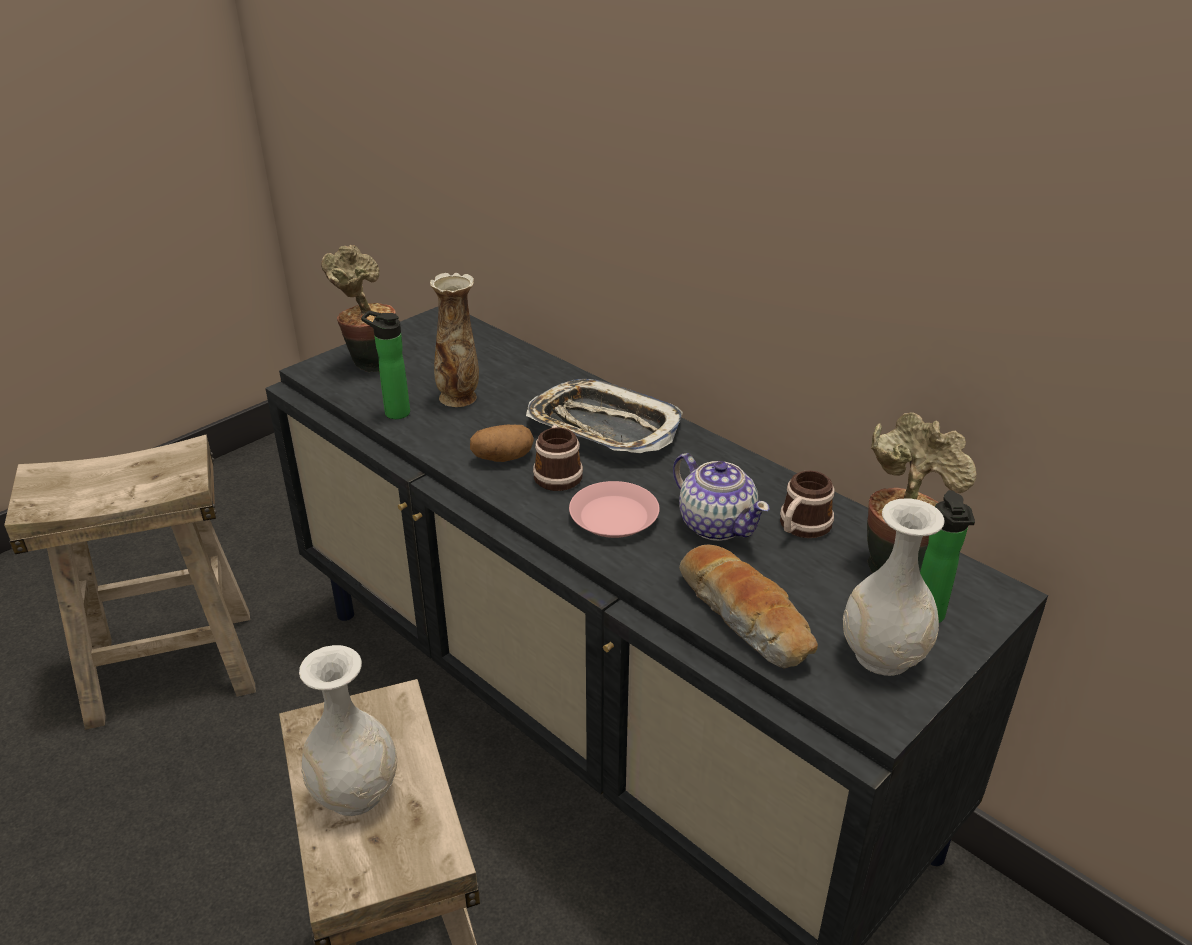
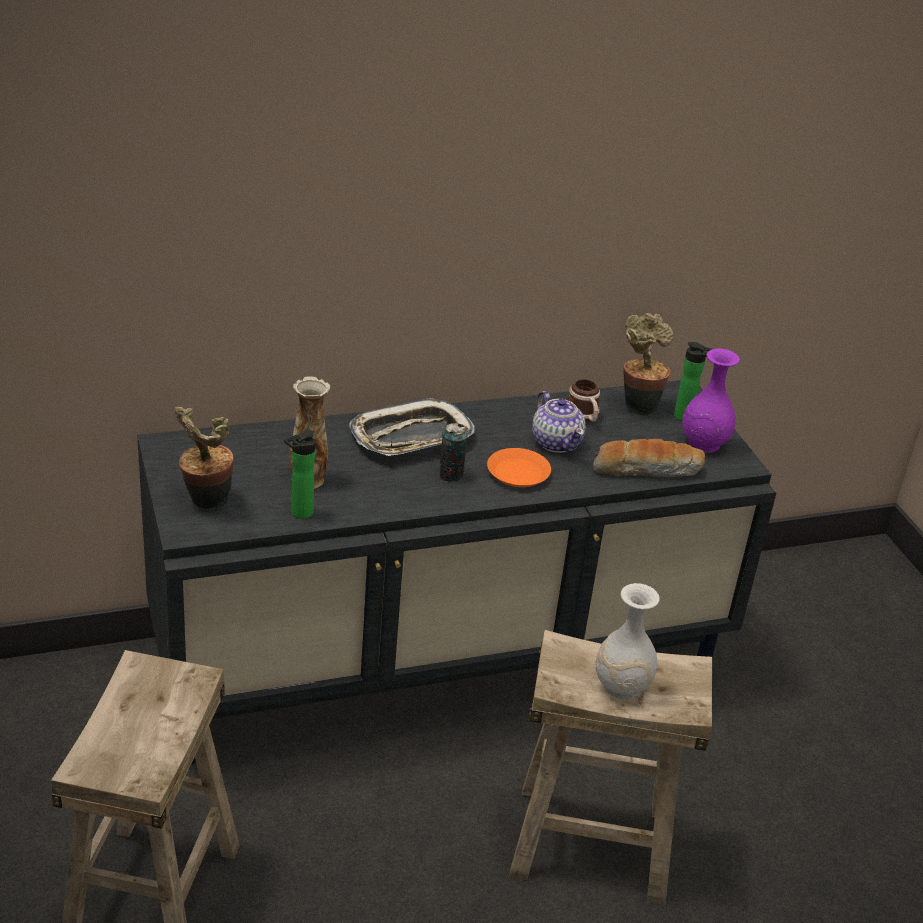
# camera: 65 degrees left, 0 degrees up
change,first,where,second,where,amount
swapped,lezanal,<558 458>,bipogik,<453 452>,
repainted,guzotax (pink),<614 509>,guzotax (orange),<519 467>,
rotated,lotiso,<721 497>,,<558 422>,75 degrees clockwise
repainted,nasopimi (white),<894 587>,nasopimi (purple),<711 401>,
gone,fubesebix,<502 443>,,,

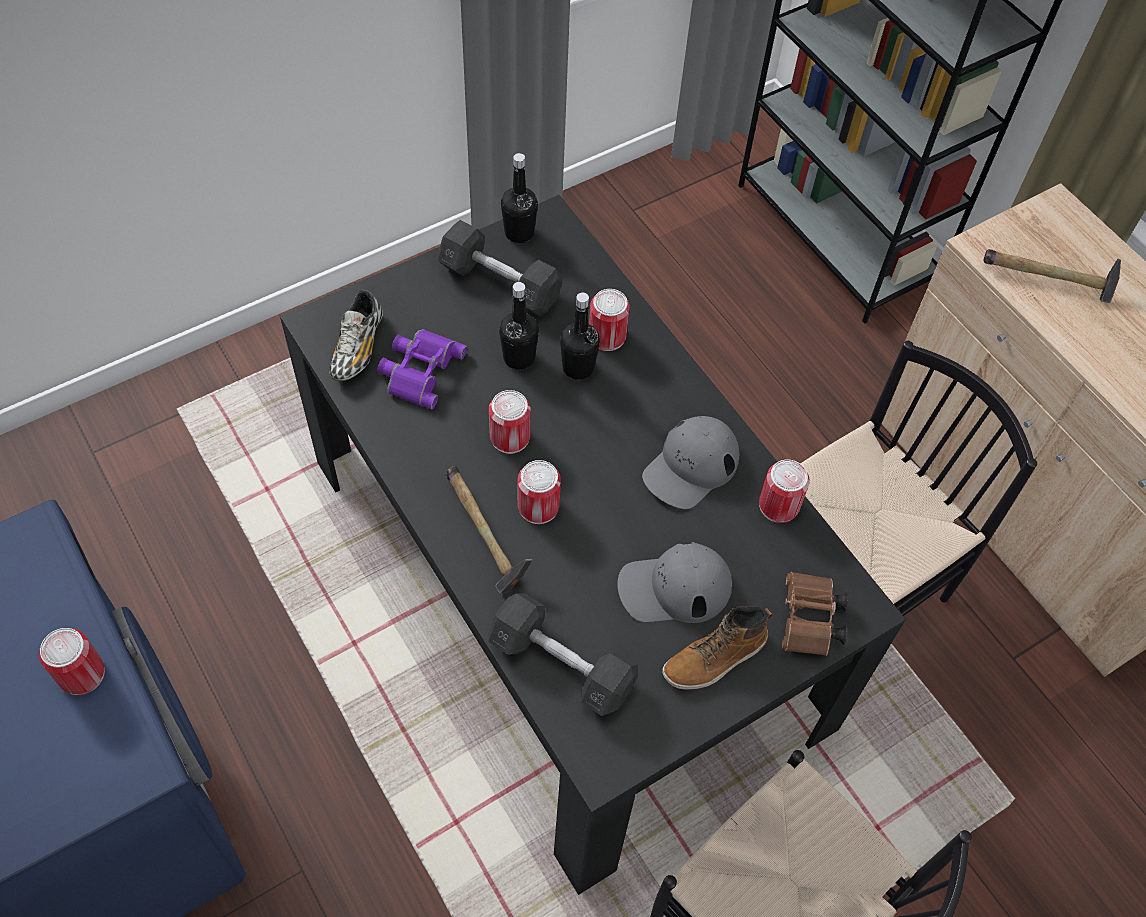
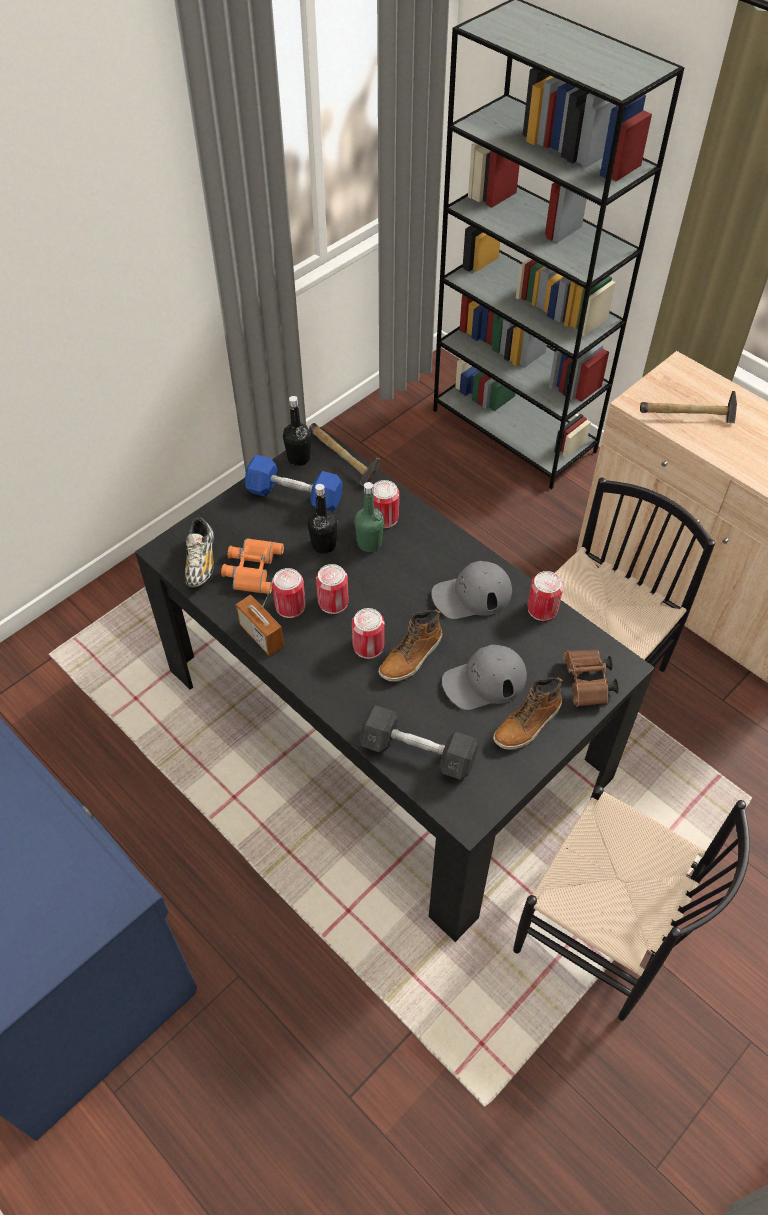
# camera: 10 degrees left, 5 degrees down
change,first,where,second,where,amount
repainted,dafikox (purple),<422 369>,dafikox (orange),<252 566>,
new,,,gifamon,<260 623>,
repainted,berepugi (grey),<500 268>,berepugi (blue),<294 483>,
shifted,bipogik,<72 661>,,<289 593>,
shifted,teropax,<489 530>,,<345 455>,
repainted,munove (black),<580 336>,munove (green),<369 517>,
new,,,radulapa,<411 646>,
rotated,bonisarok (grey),<690 462>,,<472 590>,45 degrees clockwise

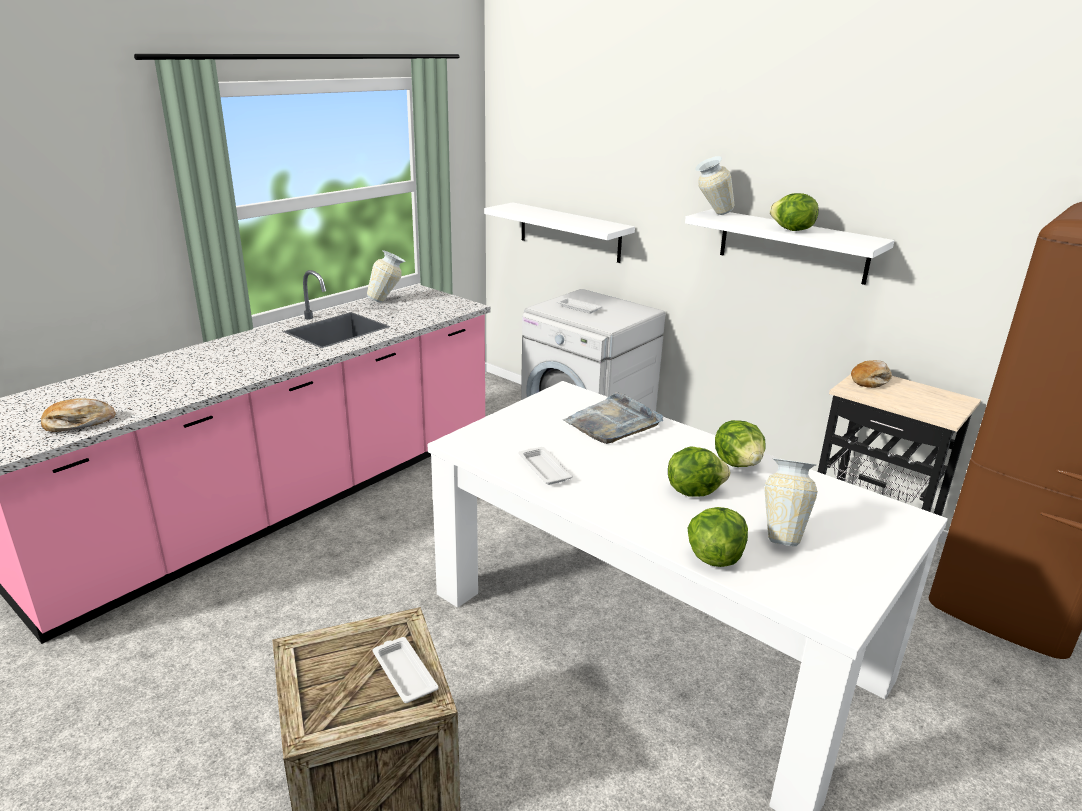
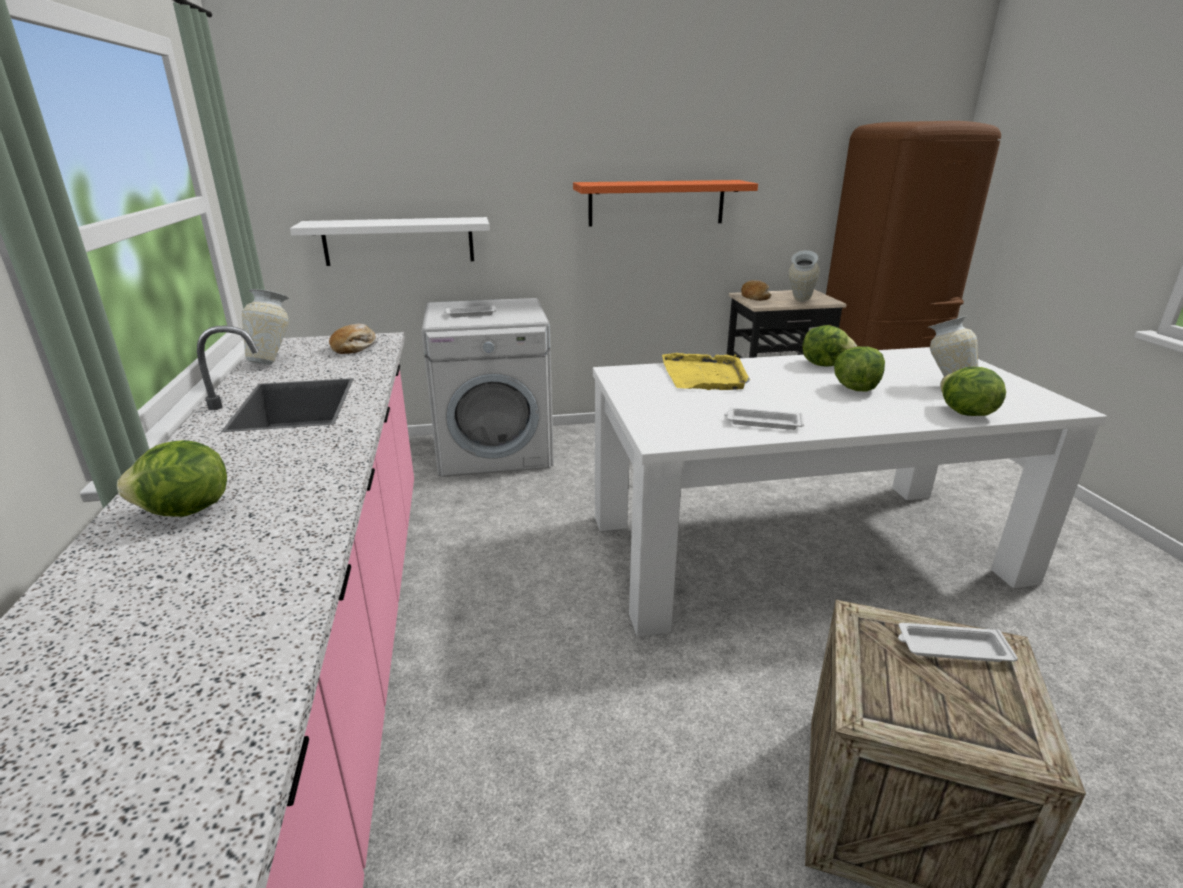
# camera: 50 degrees left, 0 degrees up
change,first,where,second,where,amount
shifted,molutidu,<794 212>,,<172 478>,
shifted,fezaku,<78 415>,,<352 339>,
repainted,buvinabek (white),<789 247>,buvinabek (orange),<665 203>,
repainted,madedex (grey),<613 418>,madedex (yellow),<706 371>,
shifted,nasopimi,<715 185>,,<804 276>,

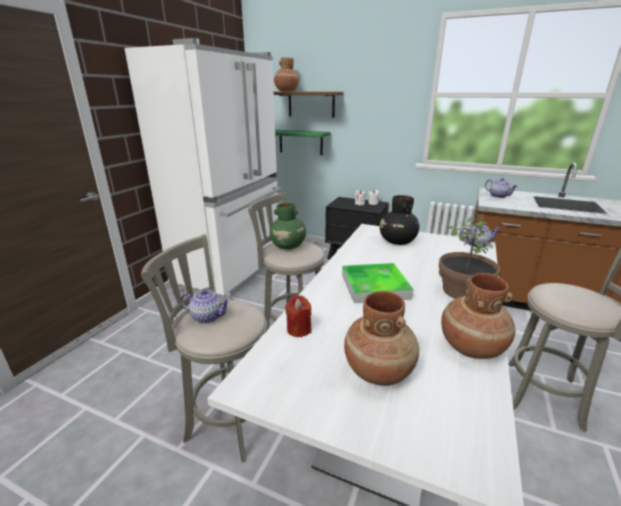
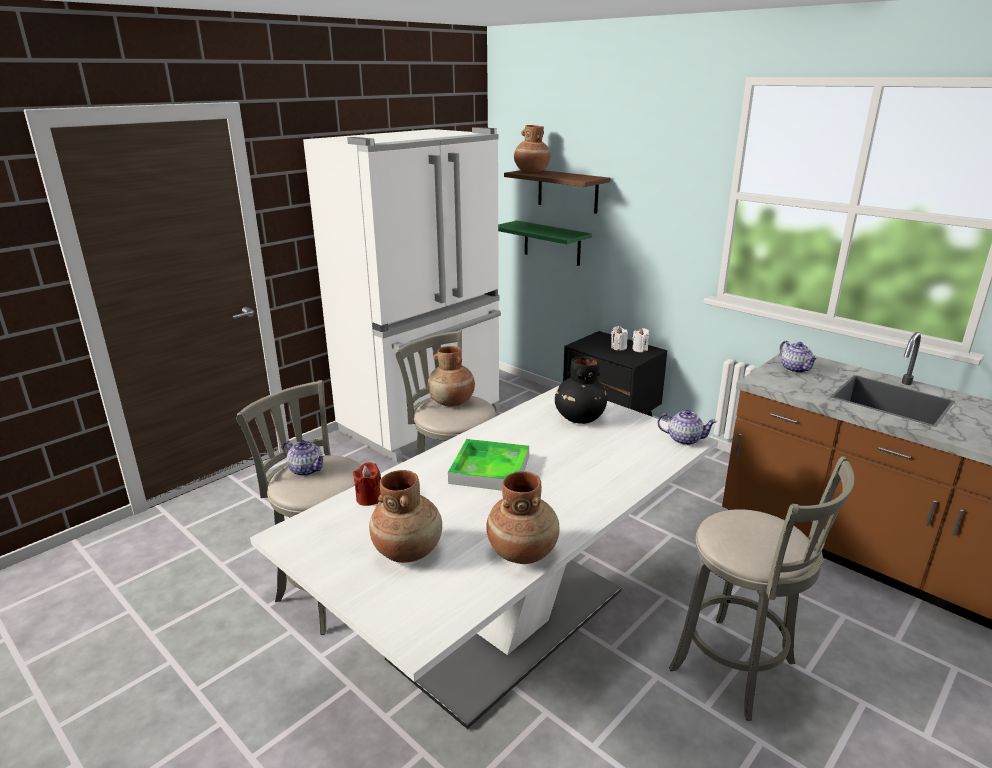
# camera: 20 degrees right, 0 degrees up
change,first,where,second,where,amount
repainted,nasopimi (green),<287 226>,nasopimi (brown),<451 376>,
gone,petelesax,<469 257>,,,

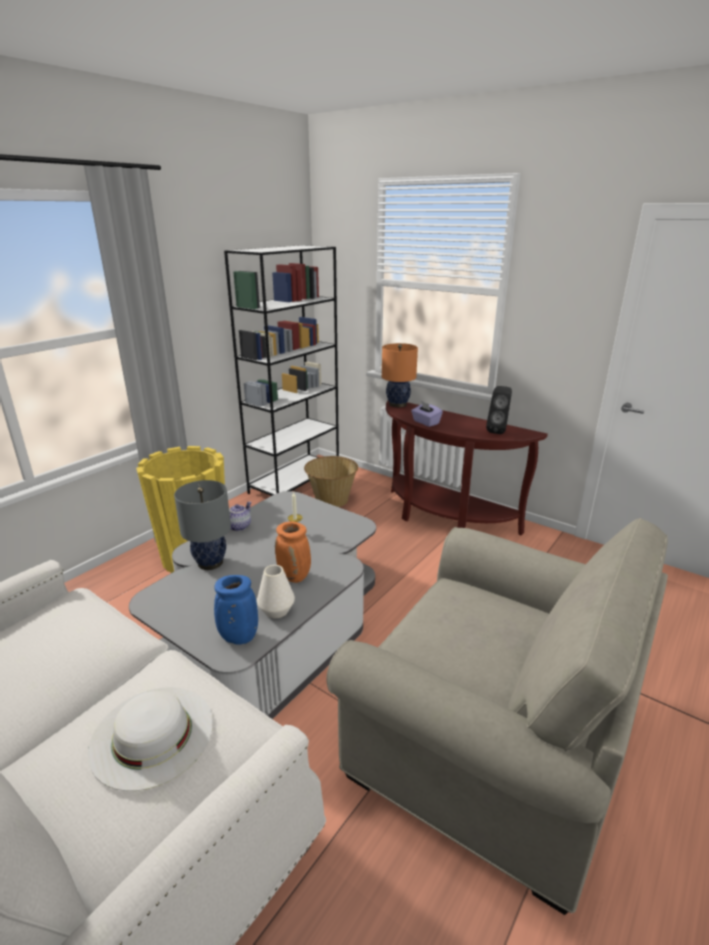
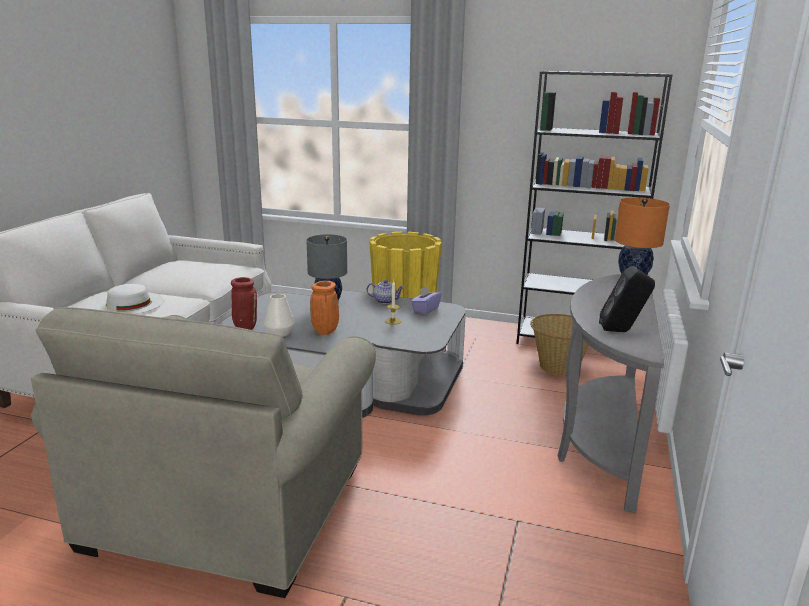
# camera: 70 degrees right, 5 degrees down
change,first,where,second,where,amount
repainted,nasopimi (blue),<236 610>,nasopimi (red),<244 303>,
shifted,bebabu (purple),<427 414>,,<426 300>,
repainted,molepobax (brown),<467 468>,molepobax (grey),<611 393>,

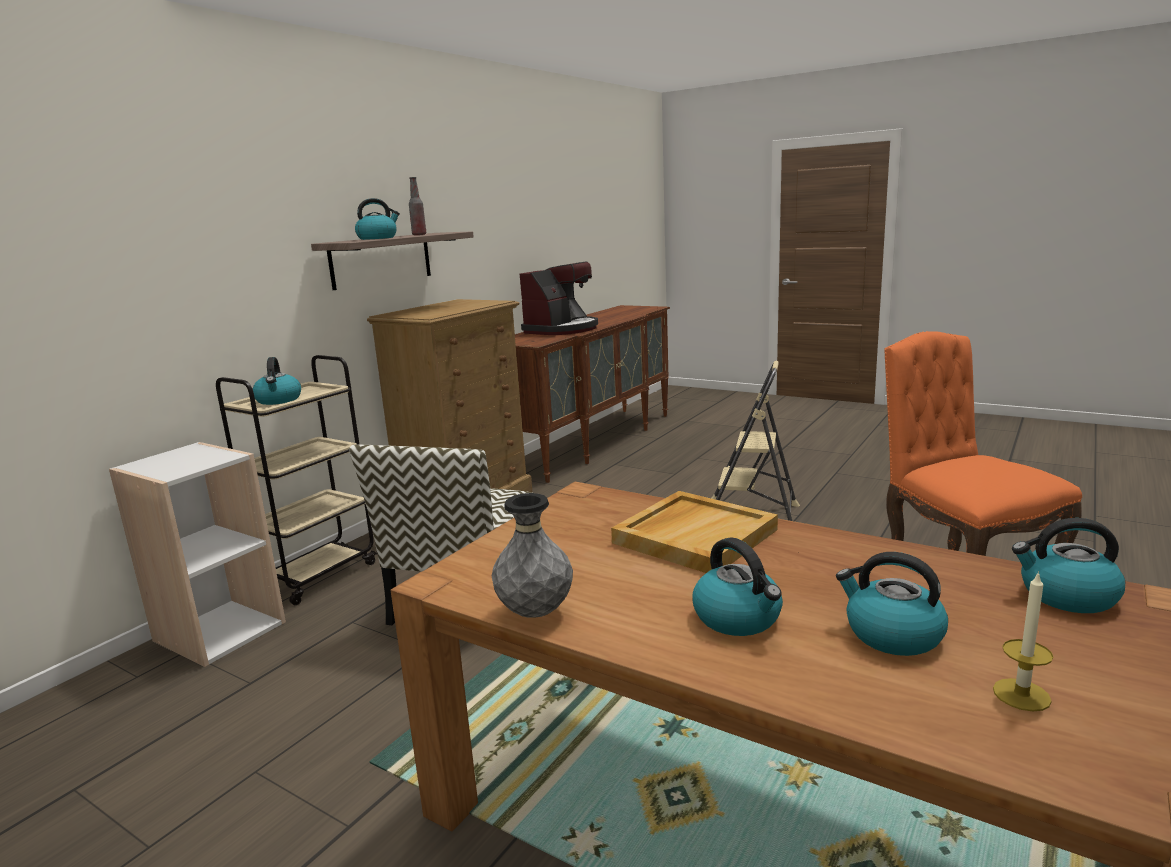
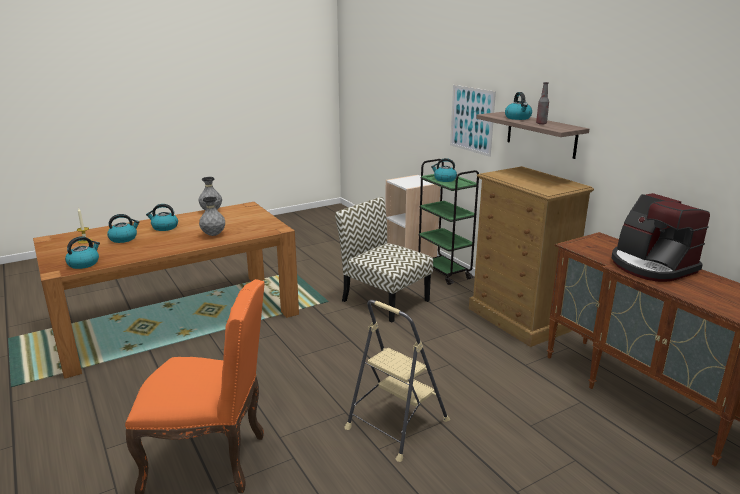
# camera: 115 degrees right, 5 degrees up
change,first,where,second,where,amount
swapped,madedex (beige),<694 532>,nasopimi (grey),<212 216>,
repainted,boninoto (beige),<297 480>,boninoto (green),<448 222>,
new,,,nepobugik,<473 121>,

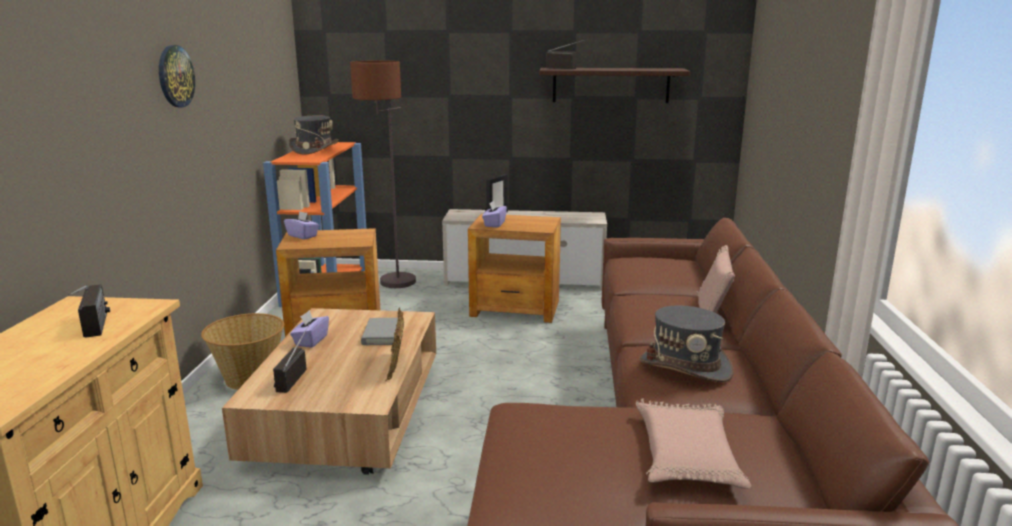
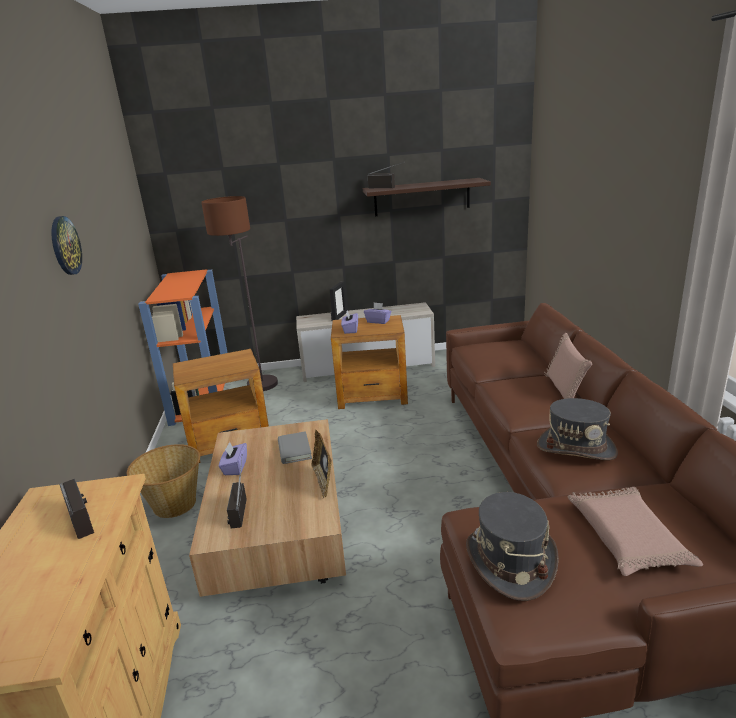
# camera: 10 degrees left, 5 degrees up
change,first,where,second,where,amount
shifted,bebabu (purple),<301 225>,,<377 313>,
shifted,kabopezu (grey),<313 135>,,<512 546>,

